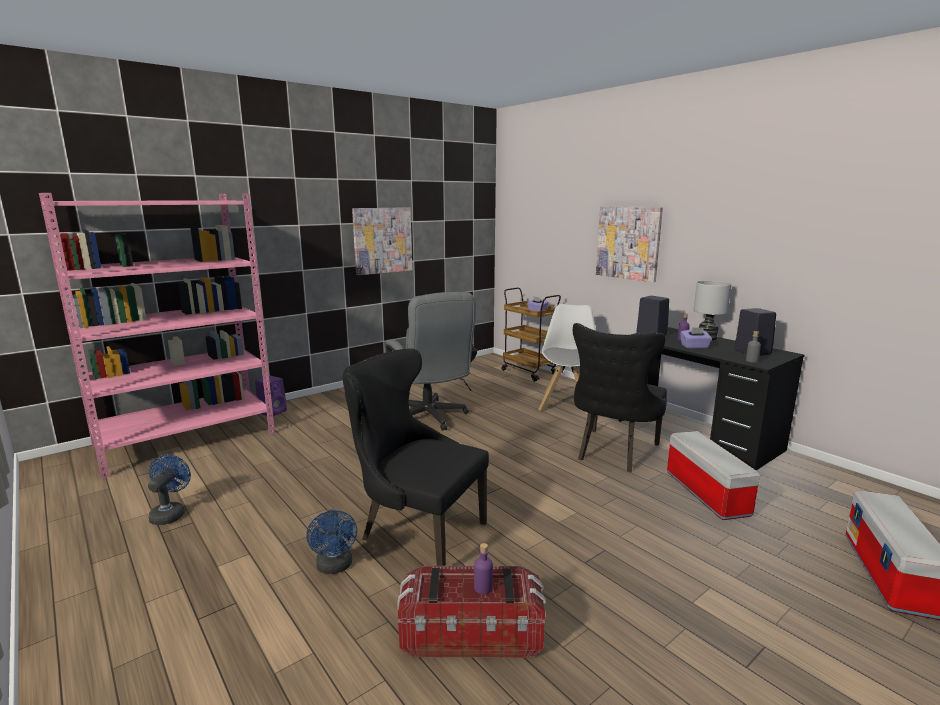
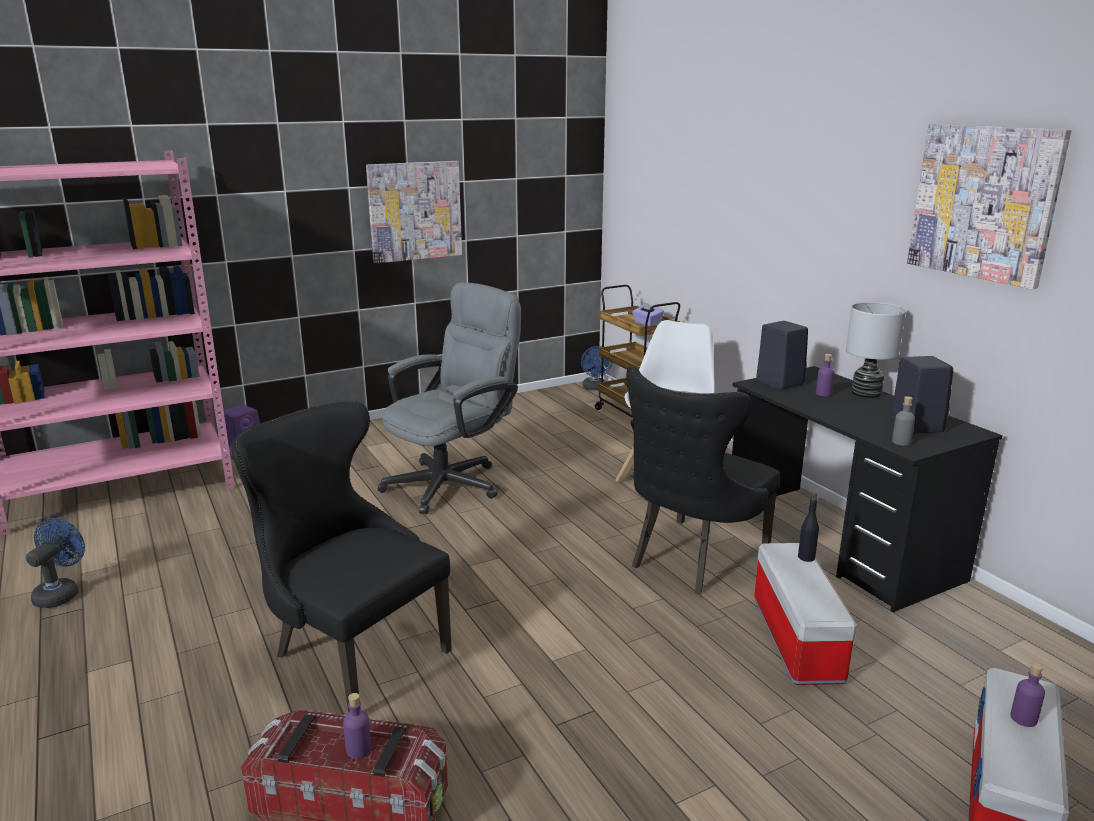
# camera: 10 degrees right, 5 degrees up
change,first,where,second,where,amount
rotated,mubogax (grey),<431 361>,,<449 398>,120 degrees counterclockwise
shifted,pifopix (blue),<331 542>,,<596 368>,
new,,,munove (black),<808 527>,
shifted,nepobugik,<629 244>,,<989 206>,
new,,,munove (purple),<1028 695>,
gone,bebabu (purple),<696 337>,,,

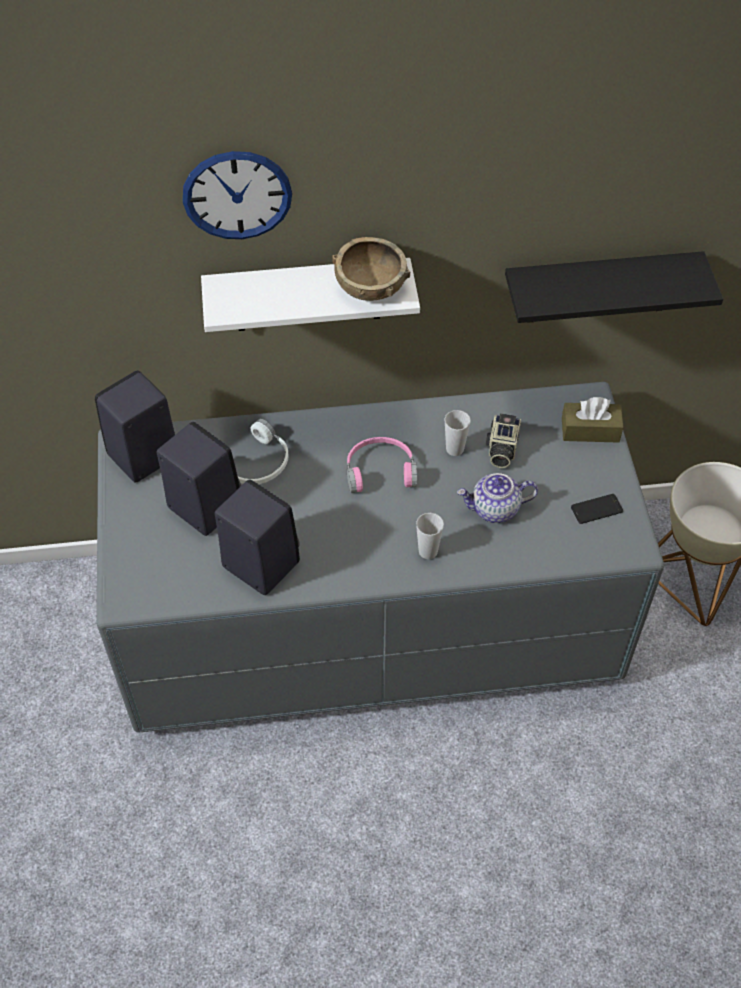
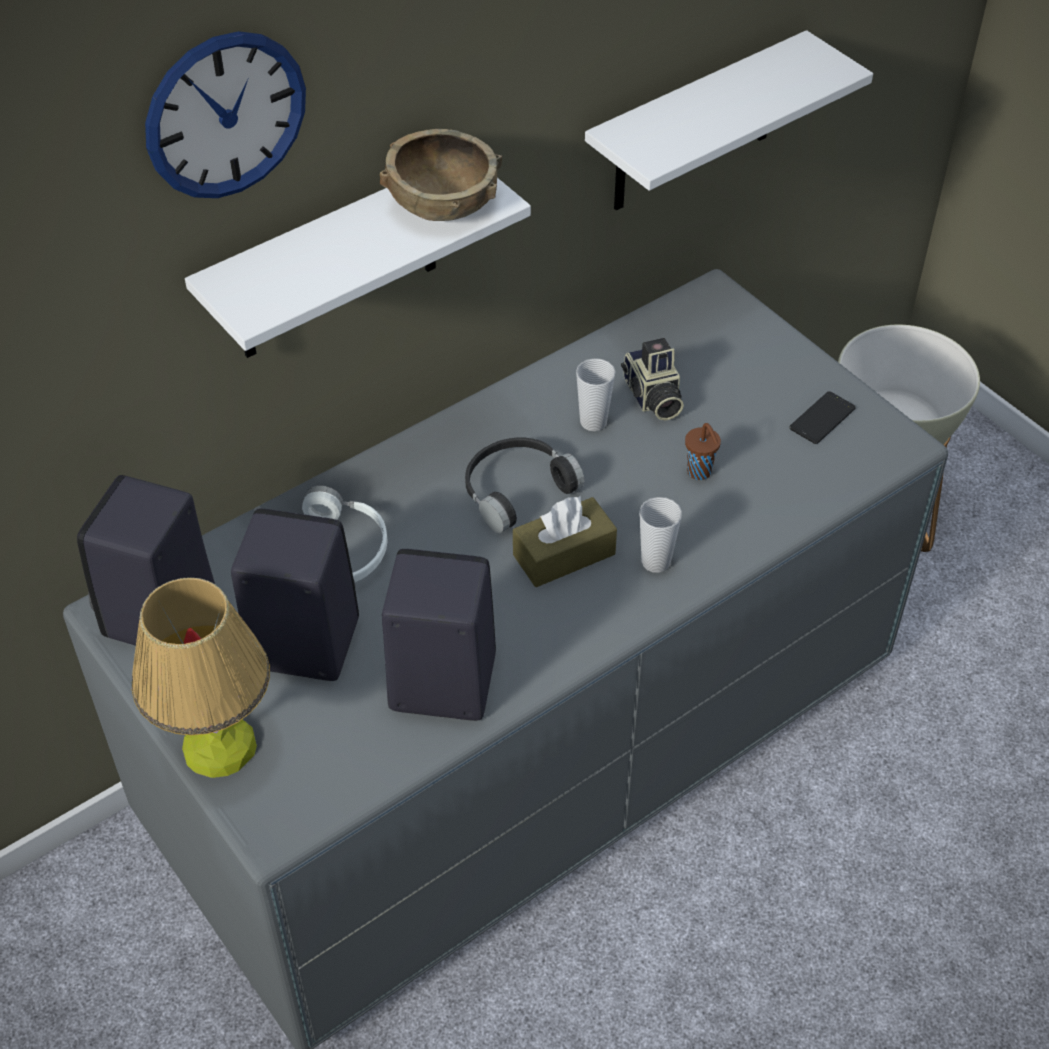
# camera: 30 degrees left, 5 degrees down
change,first,where,second,where,amount
new,,,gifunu,<201 677>,
repainted,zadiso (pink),<382 465>,zadiso (black),<524 485>,
shifted,bebabu (brown),<592 420>,,<565 541>,
repainted,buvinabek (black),<614 287>,buvinabek (white),<729 120>,
swapped,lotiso,<497 498>,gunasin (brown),<703 451>,

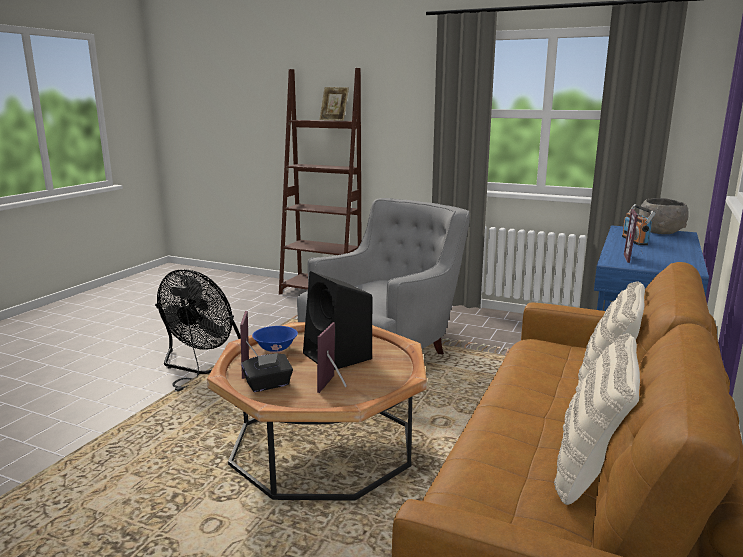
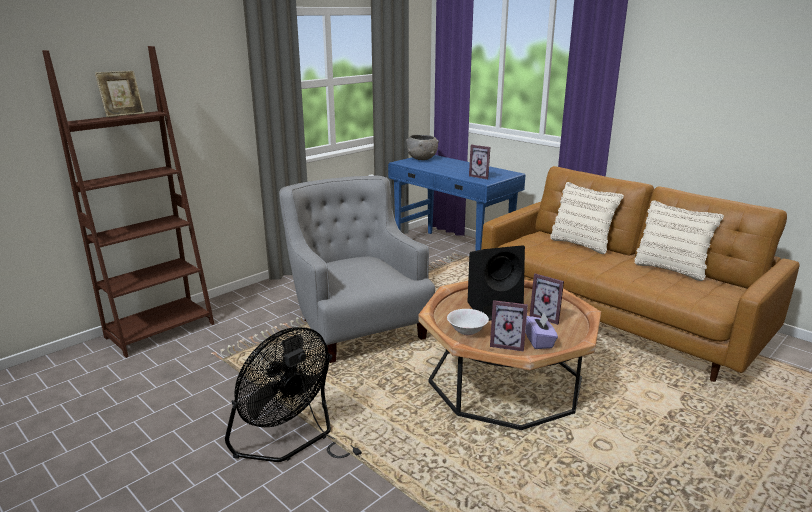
# camera: 70 degrees left, 5 degrees up
change,first,where,second,where,amount
repainted,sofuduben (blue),<275 339>,sofuduben (white),<468 322>,
repainted,bebabu (black),<267 372>,bebabu (purple),<542 330>,
gone,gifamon,<639 224>,,,

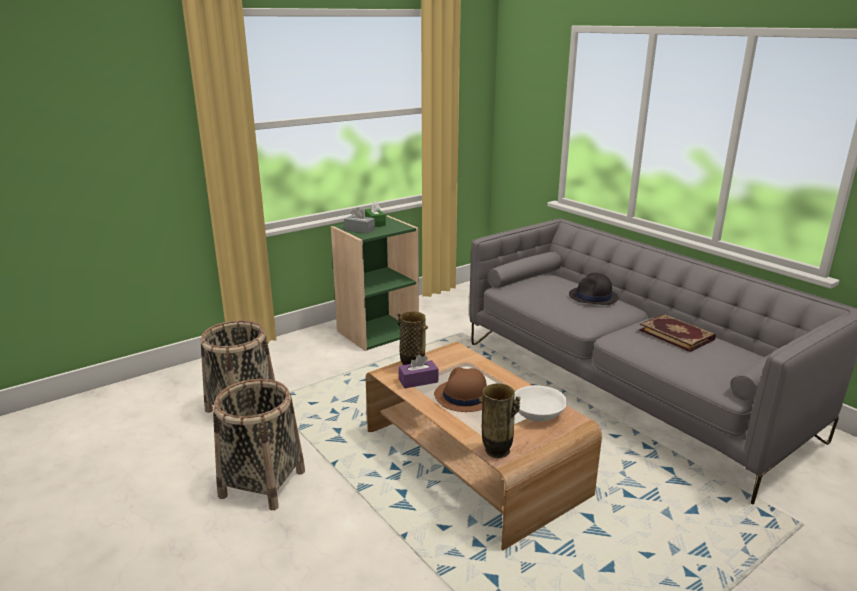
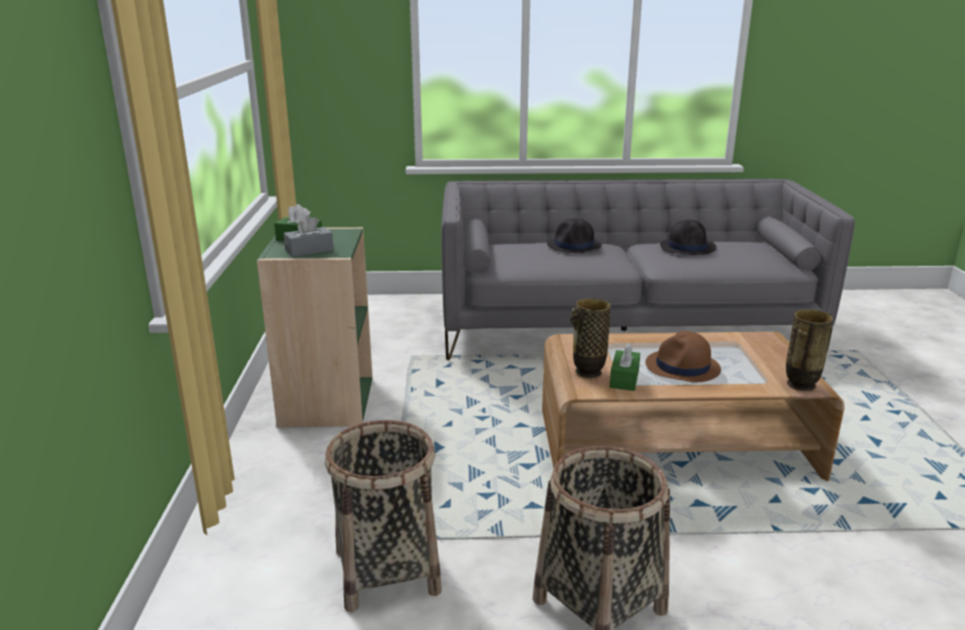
# camera: 55 degrees left, 0 degrees up
change,first,where,second,where,amount
repainted,bebabu (purple),<418 371>,bebabu (green),<625 367>,
swapped,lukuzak,<677 333>,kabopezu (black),<688 237>,
gone,sofuduben (white),<540 403>,,,

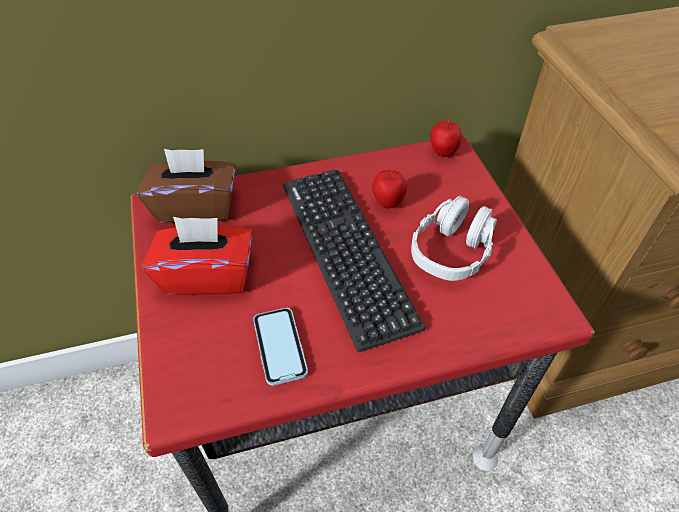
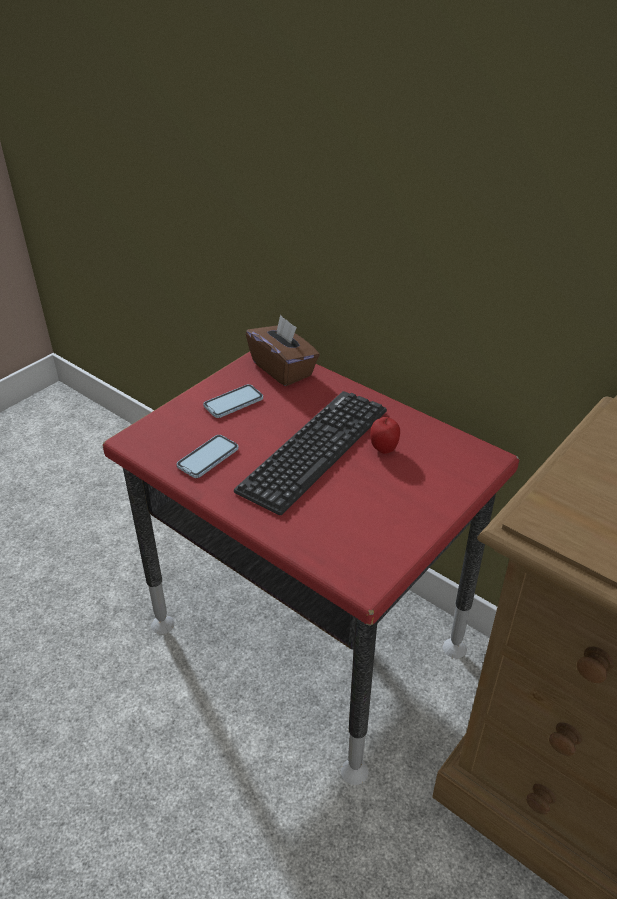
# camera: 55 degrees right, 10 degrees down
change,first,where,second,where,amount
swapped,bebabu (red),<197 256>,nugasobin,<233 401>,
gone,zadiso (grey),<454 238>,,,
gone,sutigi,<446 138>,,,

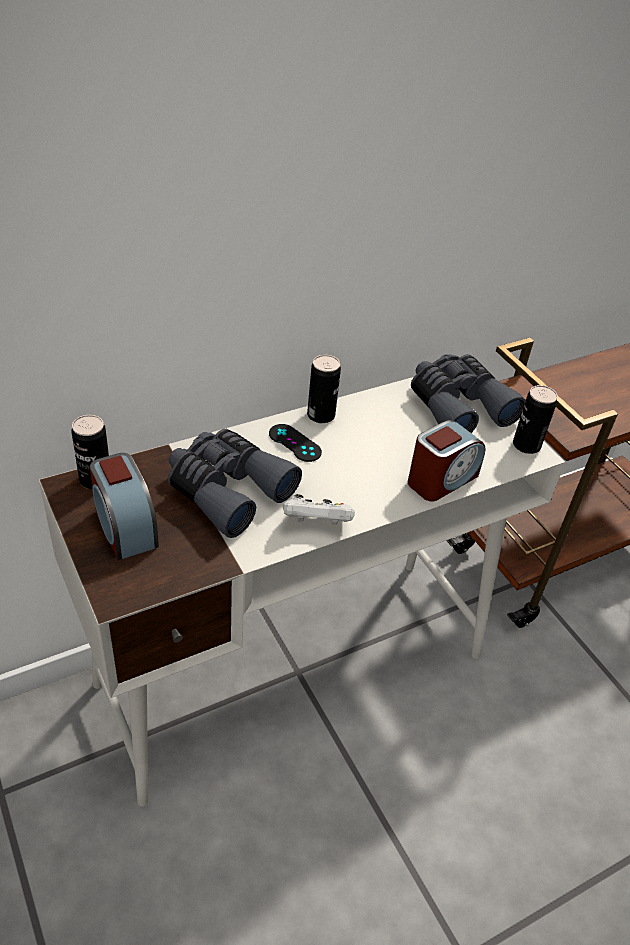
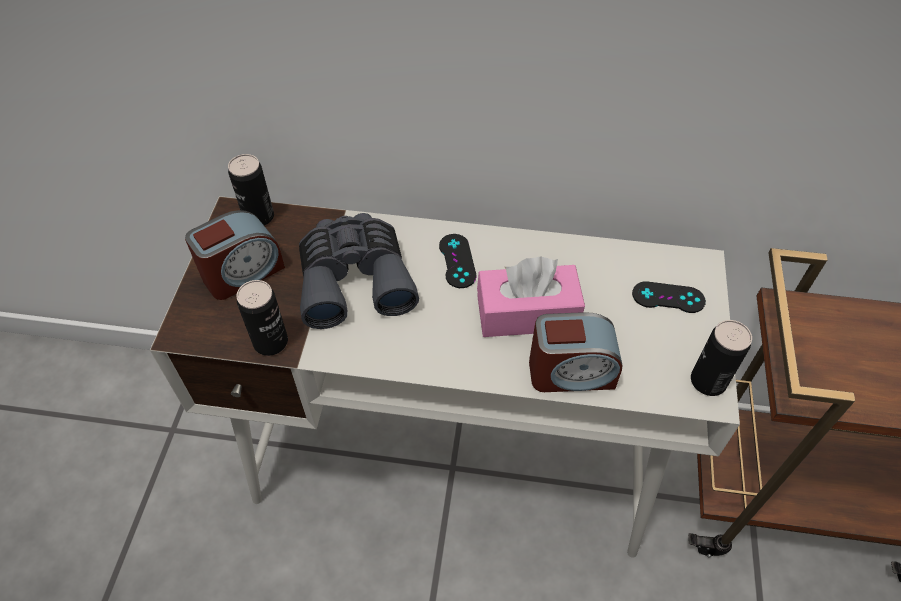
# camera: 40 degrees right, 10 degrees up
change,first,where,second,where,amount
rotated,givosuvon,<124 506>,,<235 255>,135 degrees counterclockwise
shifted,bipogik,<324 389>,,<262 318>,
new,,,bebabu (pink),<531 296>,
swapped,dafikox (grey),<468 393>,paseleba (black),<669 297>,
gone,paseleba (white),<319 509>,,,

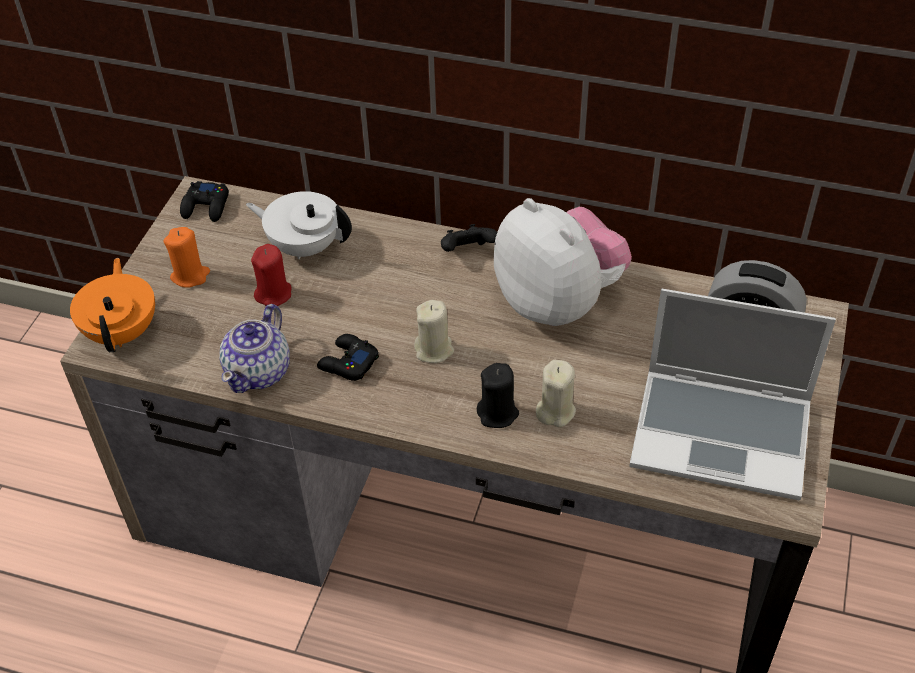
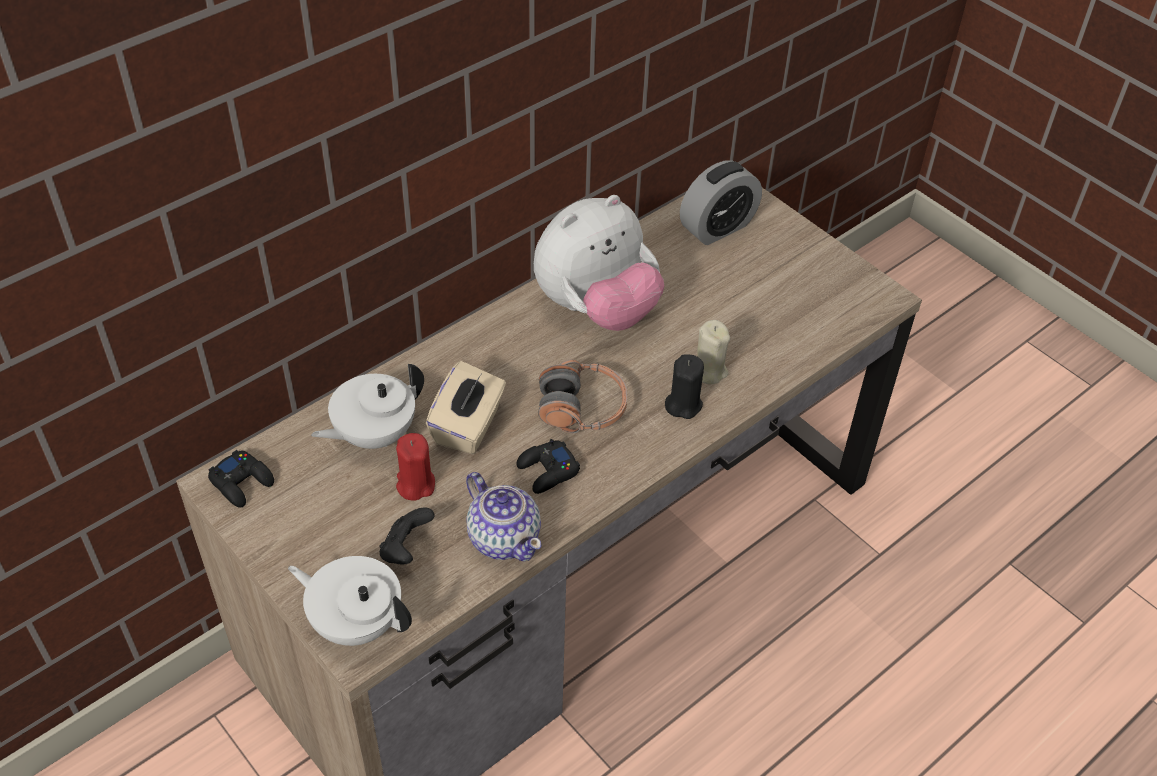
# camera: 60 degrees left, 0 degrees up
change,first,where,second,where,amount
repainted,lotiso (orange),<112 305>,lotiso (white),<350 601>,
shifted,paseleba (black),<469 238>,,<407 536>,
new,,,bebabu (beige),<466 407>,
rotated,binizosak,<563 262>,,<599 263>,150 degrees clockwise
swapped,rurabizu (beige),<434 331>,zadiso,<582 396>,
gone,rurabizu (orange),<187 257>,,,
gone,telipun,<732 394>,,,

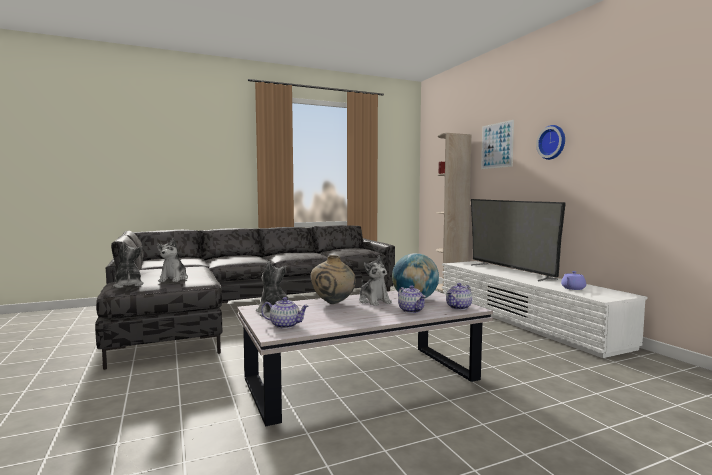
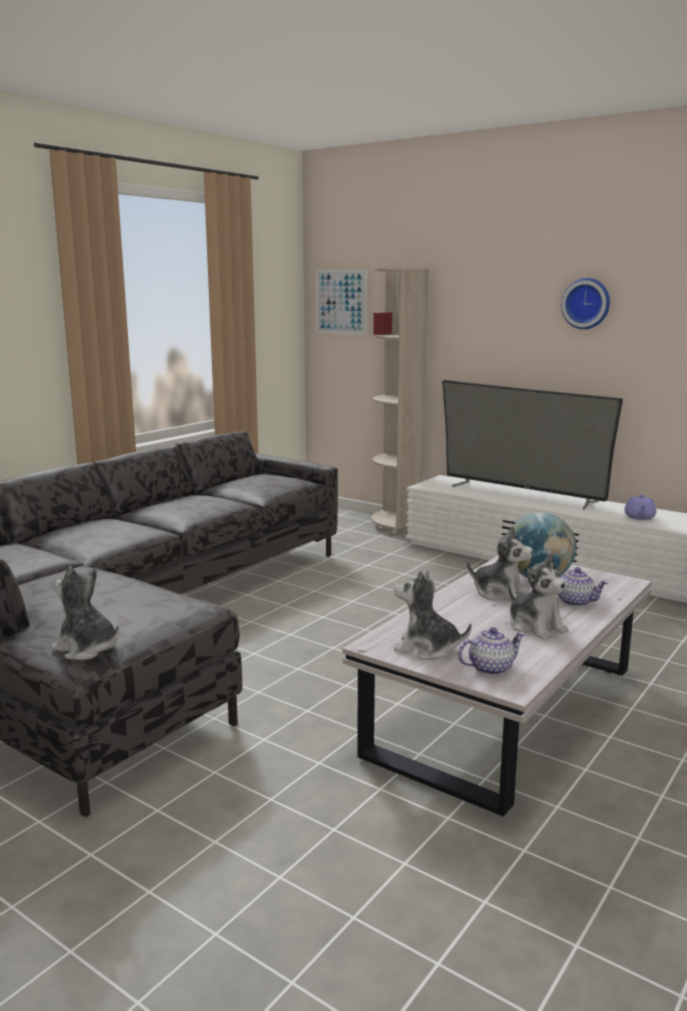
# camera: 30 degrees left, 10 degrees up
change,first,where,second,where,amount
shifted,nepobugik,<497 144>,,<341 302>,
shifted,binizosak,<172 260>,,<538 596>,
gone,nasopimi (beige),<333 279>,,,
gone,lotiso,<459 296>,,,

